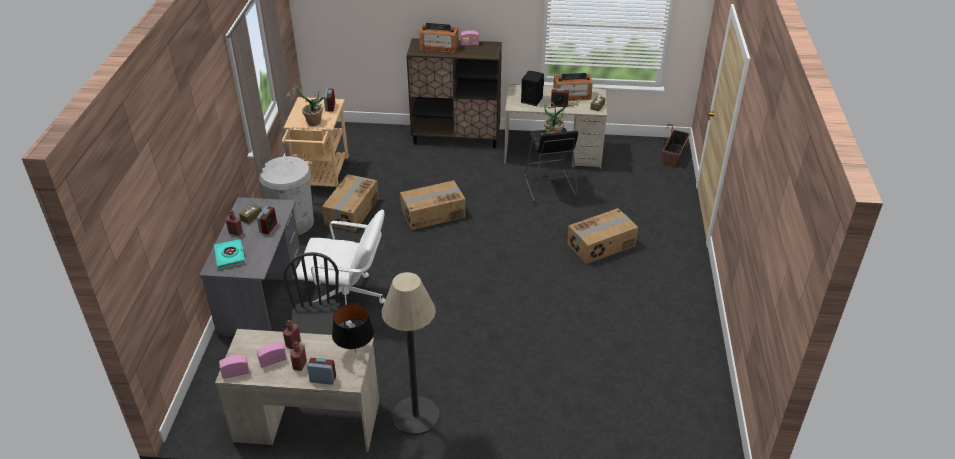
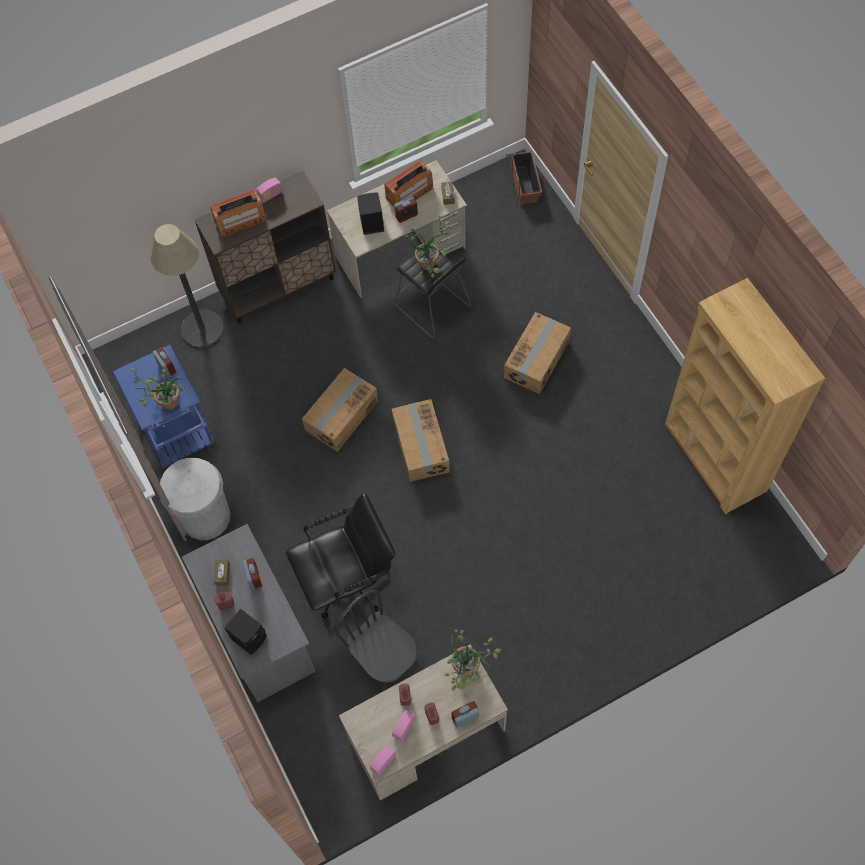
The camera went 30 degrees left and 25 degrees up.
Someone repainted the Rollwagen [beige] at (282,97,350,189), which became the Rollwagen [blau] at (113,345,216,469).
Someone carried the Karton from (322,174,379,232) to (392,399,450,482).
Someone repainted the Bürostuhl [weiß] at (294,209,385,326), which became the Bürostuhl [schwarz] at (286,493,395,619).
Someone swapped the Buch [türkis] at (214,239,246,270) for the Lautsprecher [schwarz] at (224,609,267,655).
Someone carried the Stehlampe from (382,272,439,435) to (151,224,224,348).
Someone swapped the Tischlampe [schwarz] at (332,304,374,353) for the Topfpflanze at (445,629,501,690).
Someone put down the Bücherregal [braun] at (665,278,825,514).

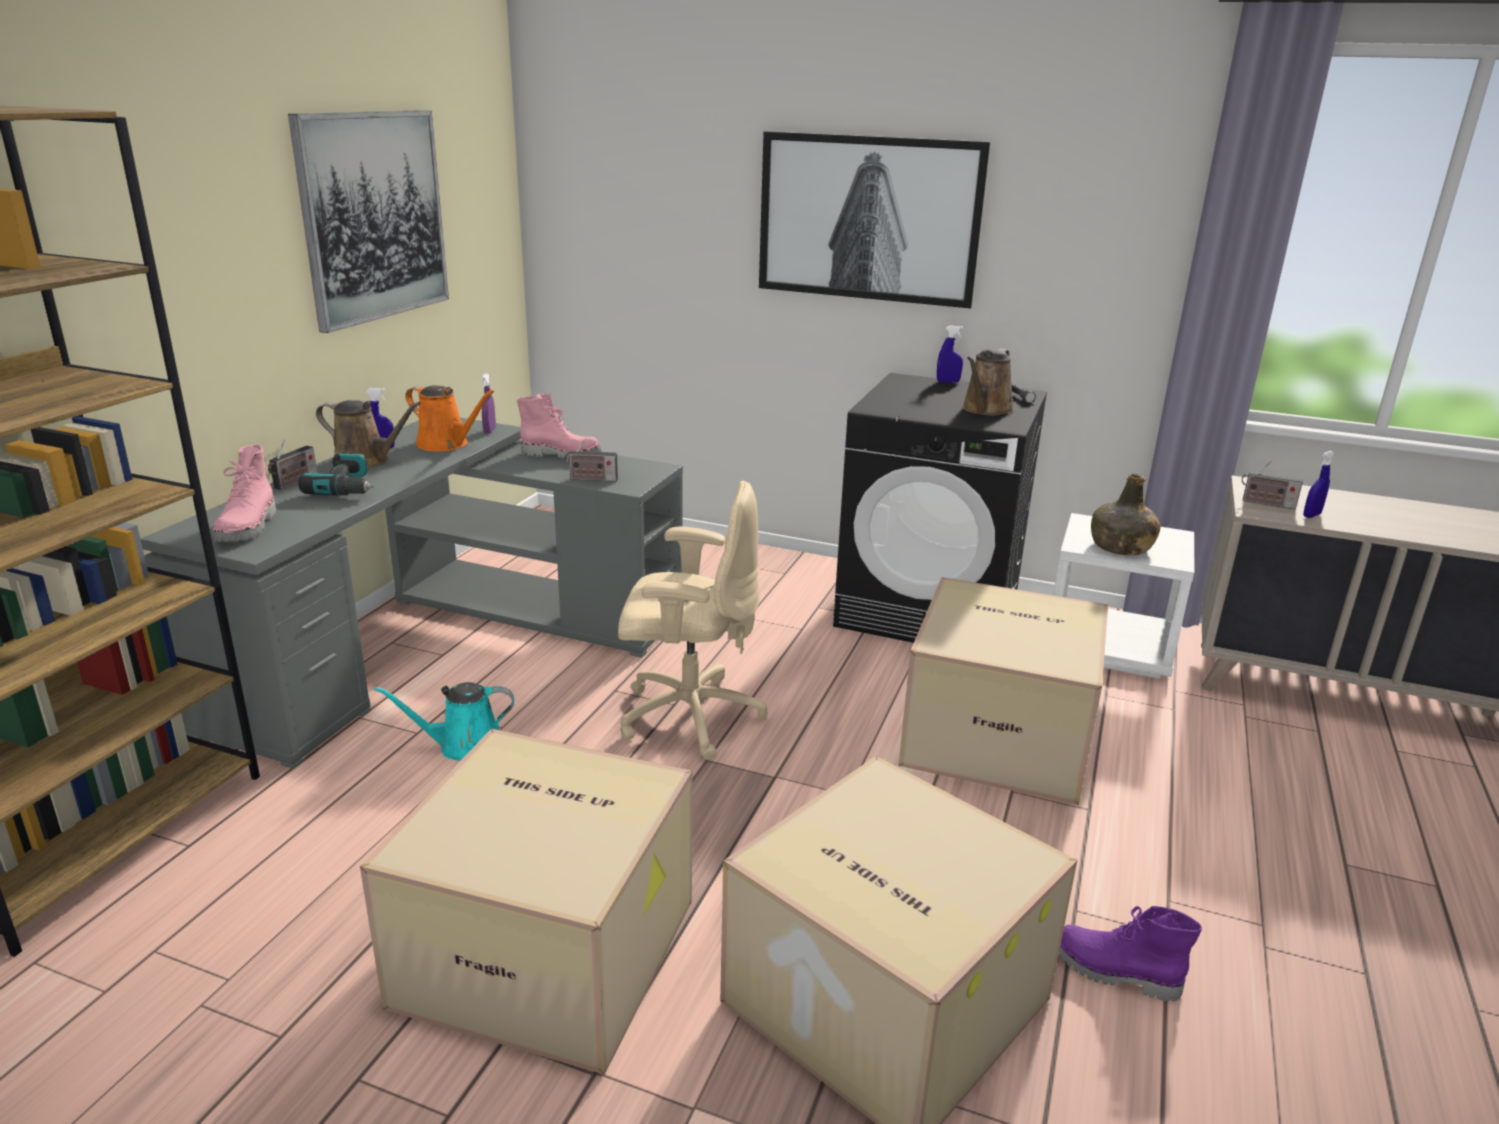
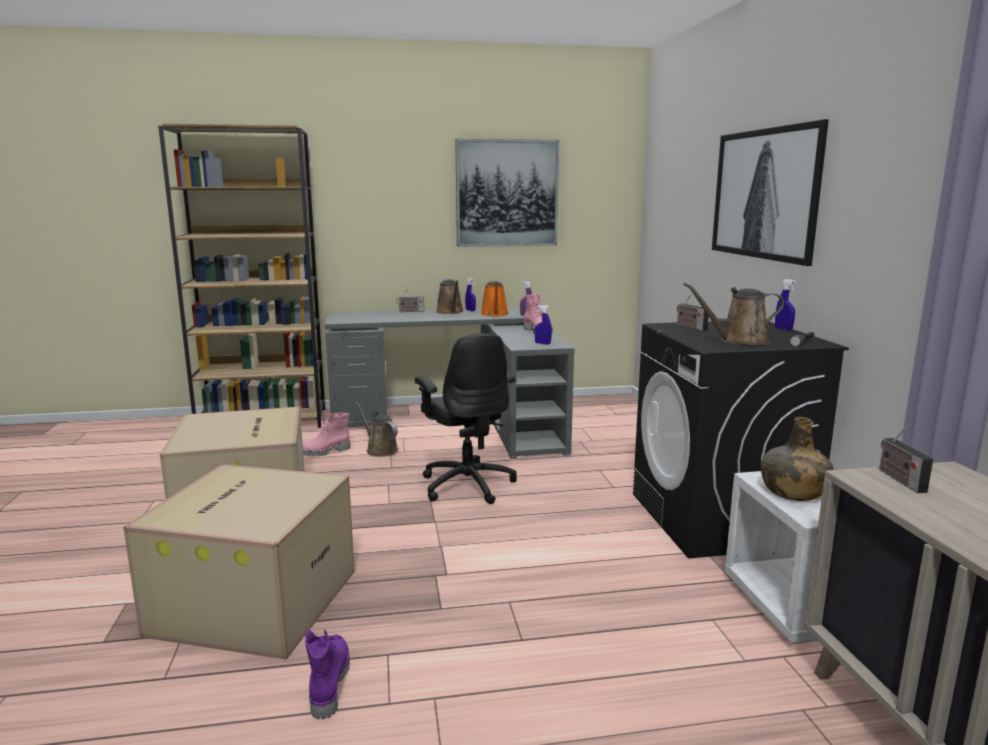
The camera went 60 degrees right and 10 degrees down.
Someone carried the Radio from (565,438,618,482) to (677,294,709,331).
Someone carried the Stiefel [rosa] from (213,444,276,542) to (303,413,350,457).
Someone carried the Sprühflasche [blau] from (1303,451,1335,518) to (535,304,552,345).
Someone took away the Bohrmaschine at (298,453,374,496).
Someone repainted the Bürostuhl [beige] at (618,481,768,760), which became the Bürostuhl [schwarz] at (415,333,517,504).
Someone took away the Karton at (898,577,1108,805).
Someone repainted the Gießkanne [türkis] at (374,682,514,761), which became the Gießkanne [braun] at (356,402,398,457).

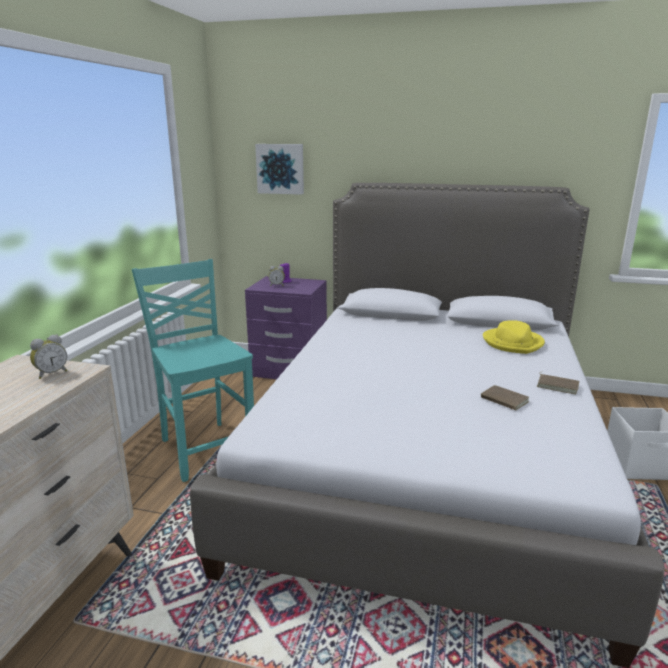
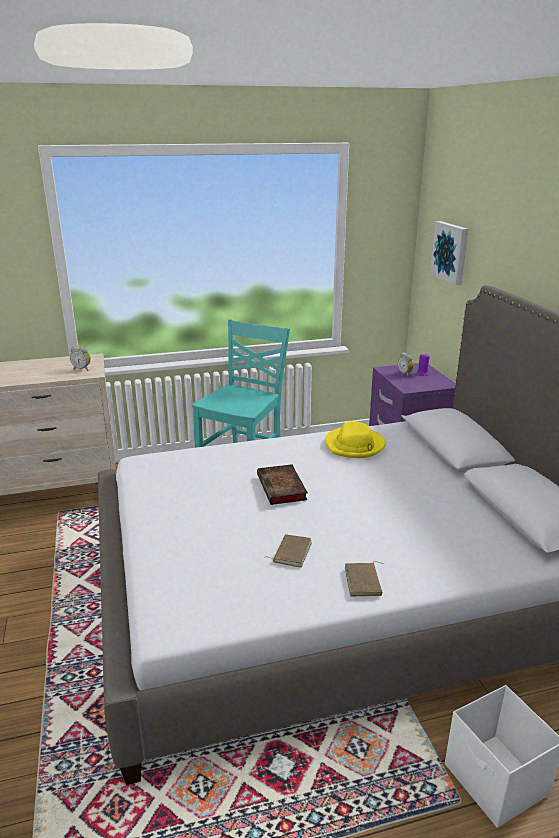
The camera went 60 degrees right and 5 degrees up.
Someone carried the Hut [gelb] from (483,320,545,354) to (325,421,386,458).
Someone put down the Buch at (257,464,308,505).

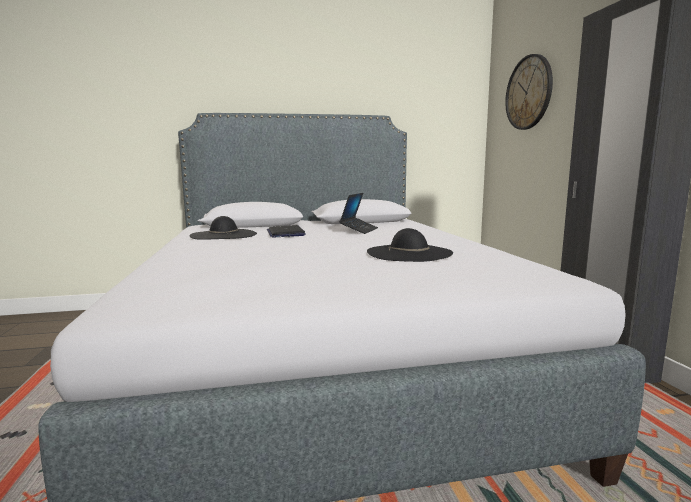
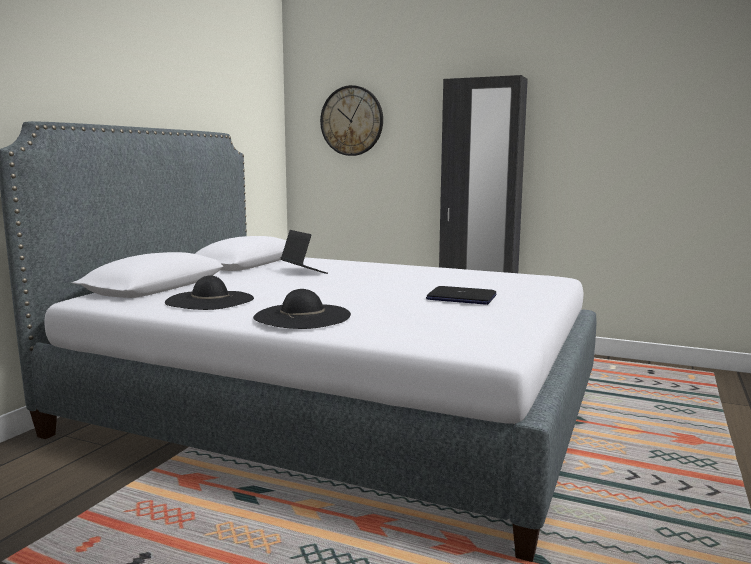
The camera went 55 degrees left and 0 degrees up.
Someone carried the Laptop from (267,225,306,238) to (426,286,496,305).
Someone carried the Hut [schwarz] from (367,228,453,262) to (253,289,351,329).

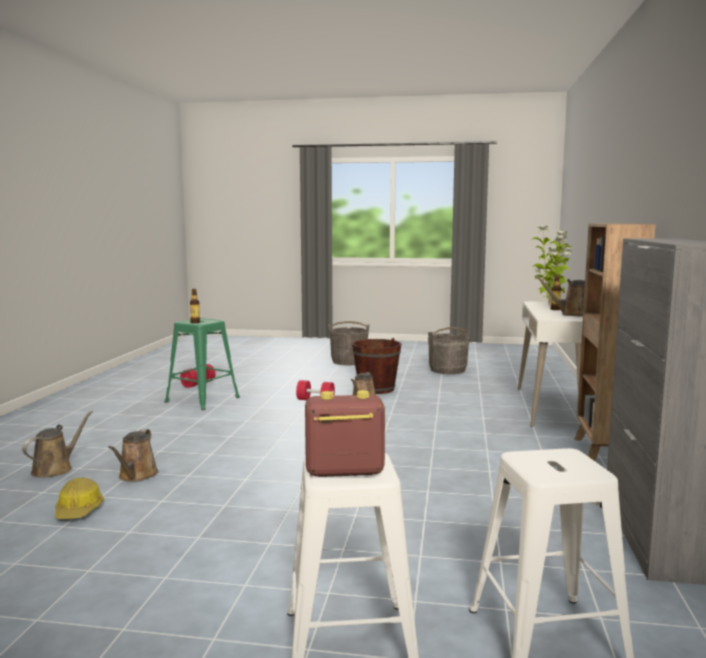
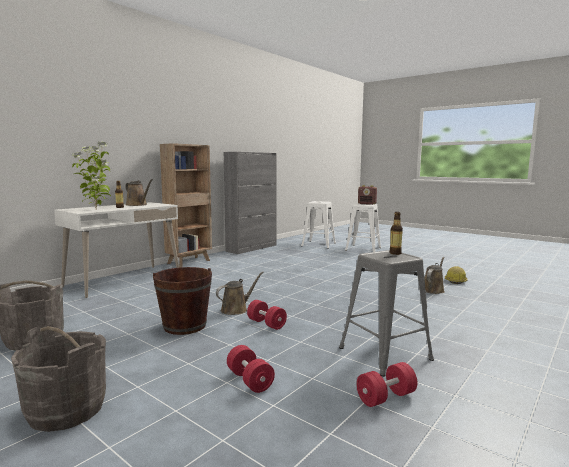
The camera went 150 degrees left and 0 degrees up.
Someone repainted the Hocker [grün] at (165,318,240,410), which became the Hocker [grau] at (339,250,434,377).
Someone took away the Gießkanne [braun] at (22,411,93,478).
Someone put down the Hantel [rot] at (227,345,275,393).

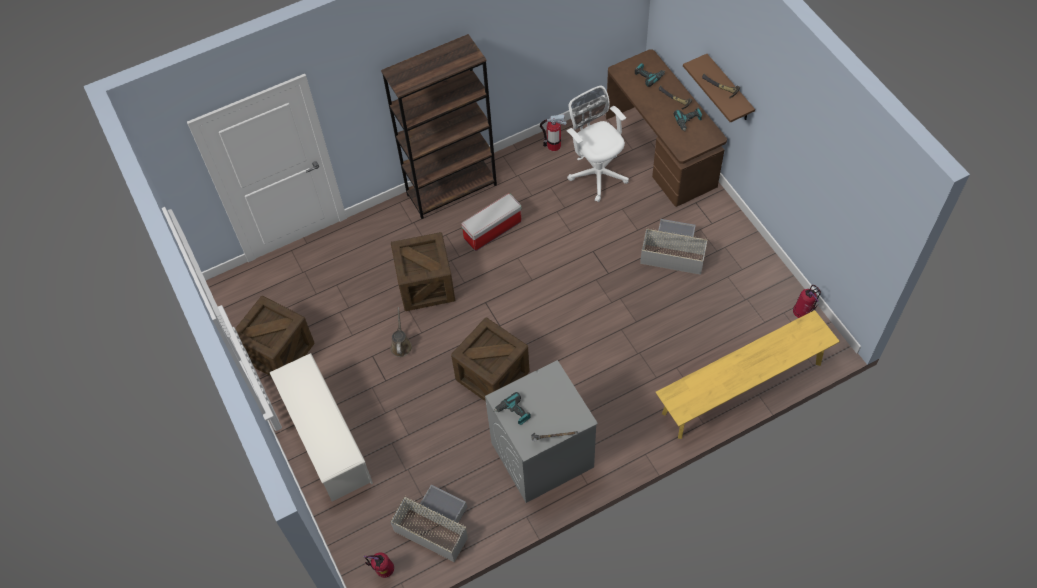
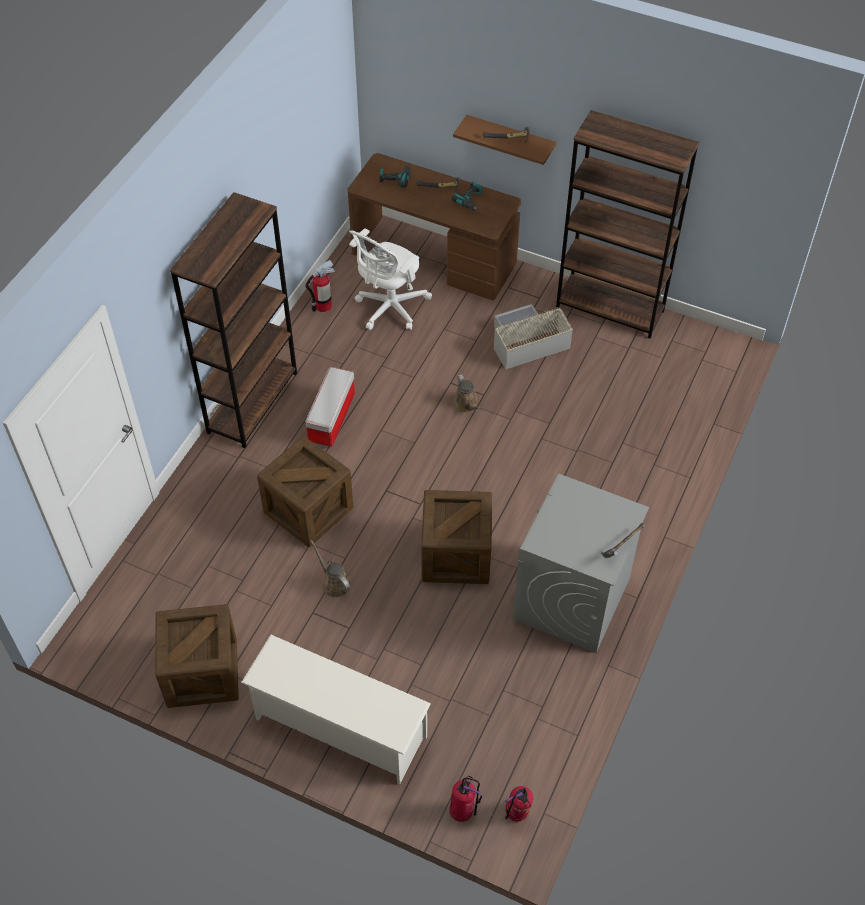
The camera went 40 degrees left and 5 degrees down.
Someone rotated the Bürostuhl [weiß] at (567,86,629,202) by 75 degrees counterclockwise.
Someone carried the Feuerlöscher from (793,285,821,318) to (449,775,482,822).
Someone took away the Bank [gelb] at (656,310,840,439).
Someone took away the Bohrmaschine at (493,392,531,425).
Someone took away the Aufbewahrungsbox [grau] at (390,485,468,562).
Someone put down the Bücherregal [braun] at (556,110,699,339).
Someone put down the Gießkanne [braun] at (453,374,480,413).

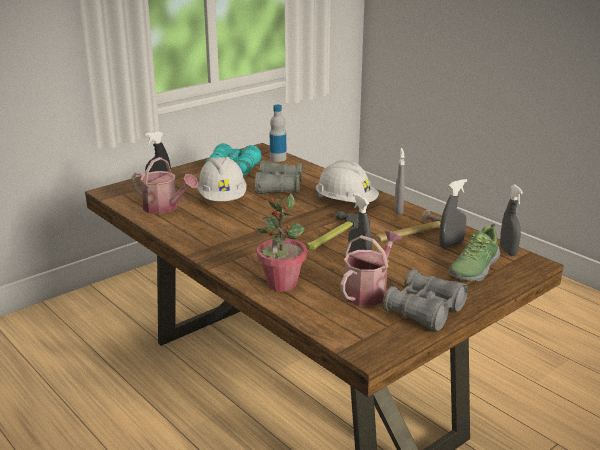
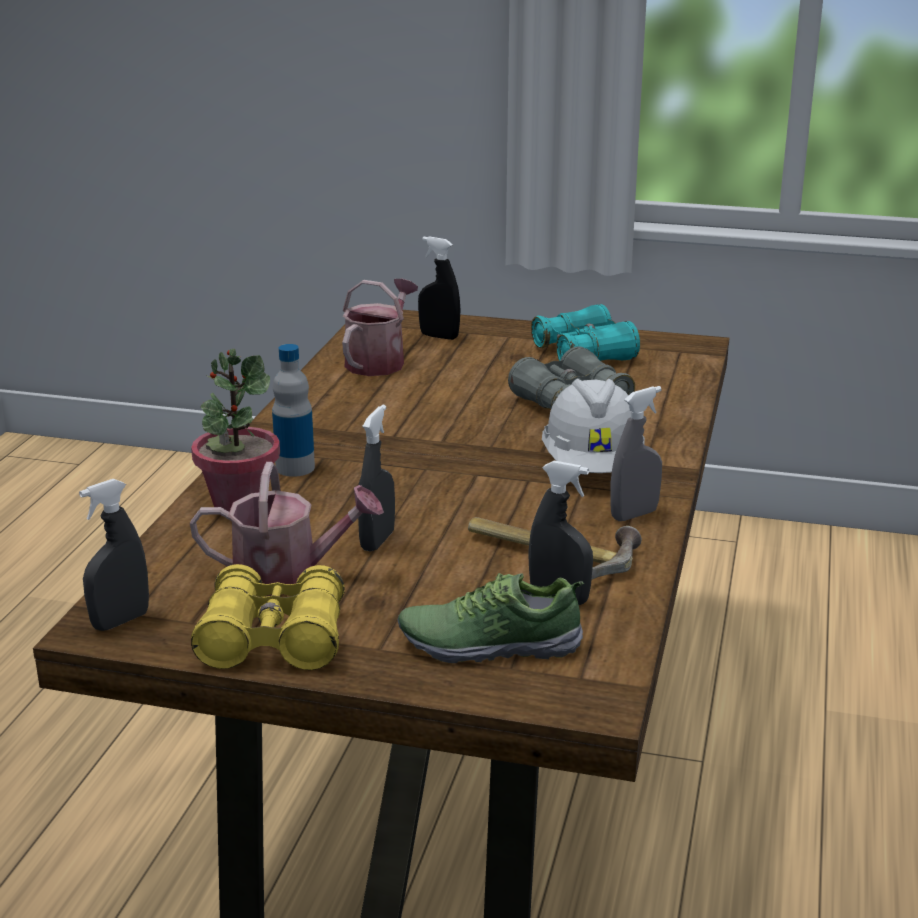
The camera went 55 degrees right and 0 degrees up.
Someone carried the Flasche from (270,105,286,162) to (272,344,315,477).
Someone rotated the Gießkanne at (131,157,198,214) by 150 degrees counterclockwise.
Someone took away the Schutzhelm [weiß] at (197,157,247,201).
Someone carried the Sprühflasche [grau] from (500,184,523,256) to (79,479,149,631).
Someone took away the Hammer at (306,211,370,250).
Someone repainted the Fernglas [grau] at (383,269,468,331), which became the Fernglas [gelb] at (191,564,345,670).

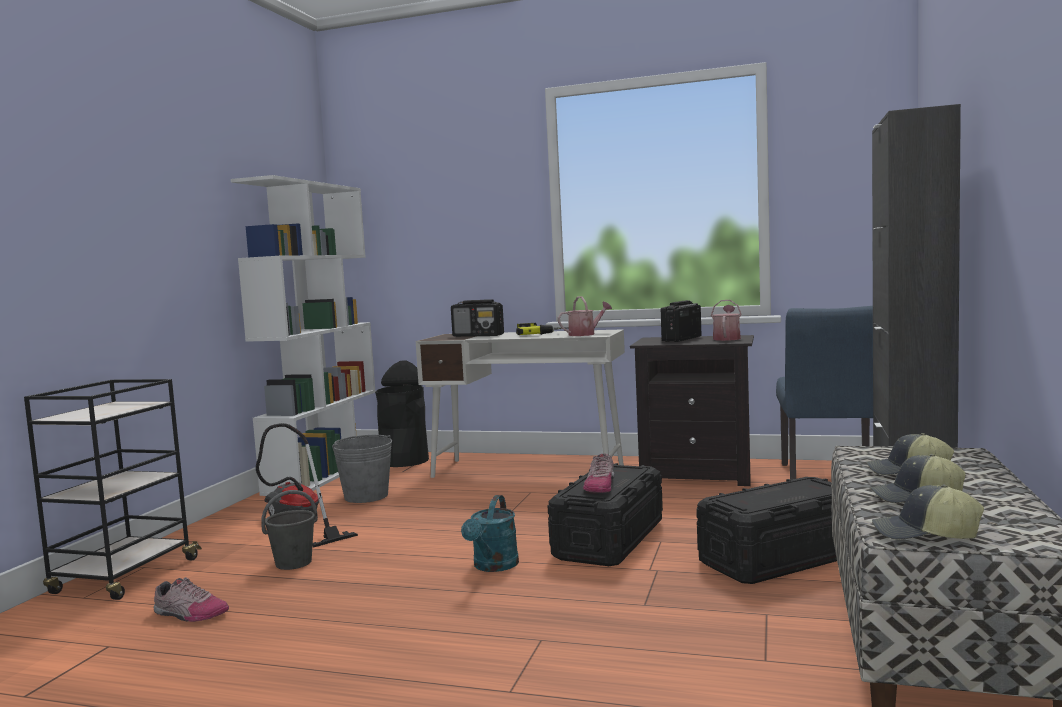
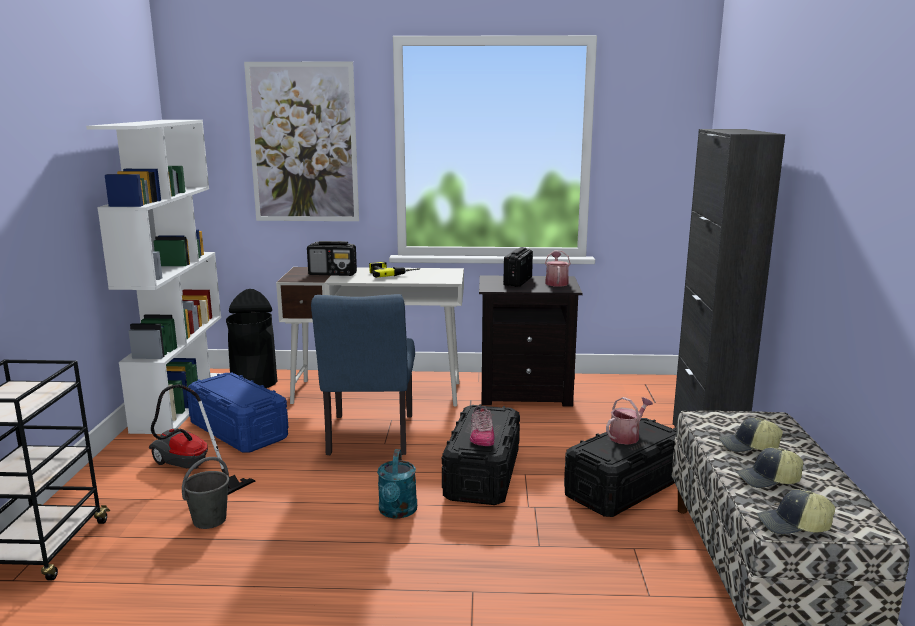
The camera went 15 degrees left and 10 degrees up.
Someone carried the Gießkanne from (558,297,612,336) to (606,397,653,445).
Someone carried the Stuhl [blau] from (776,306,873,480) to (311,294,415,455).
Someone swapped the Eimer [grau] at (332,435,392,503) for the Aufbewahrungsbox [blau] at (187,373,288,453).
Someone took away the Schuh at (153,577,229,622).
Someone put up the Bild at (244,62,359,221).

